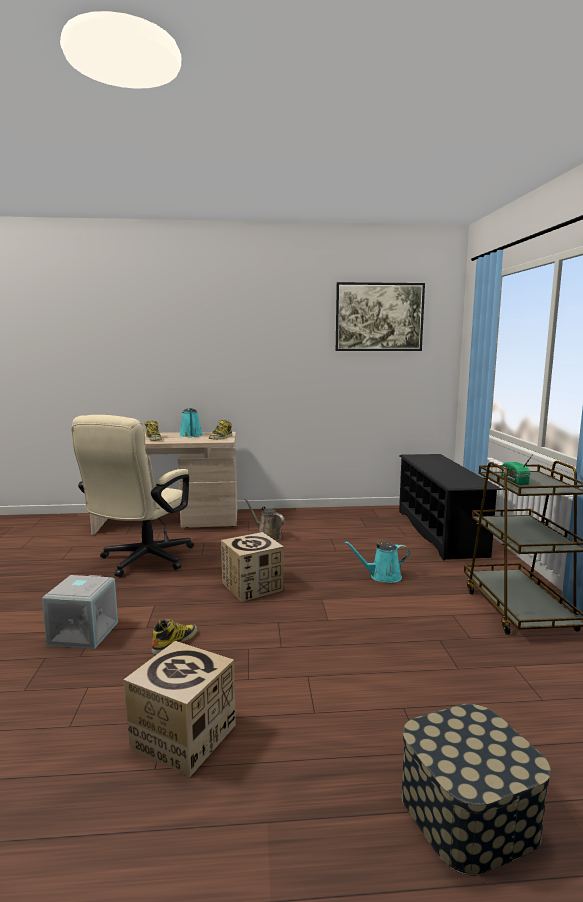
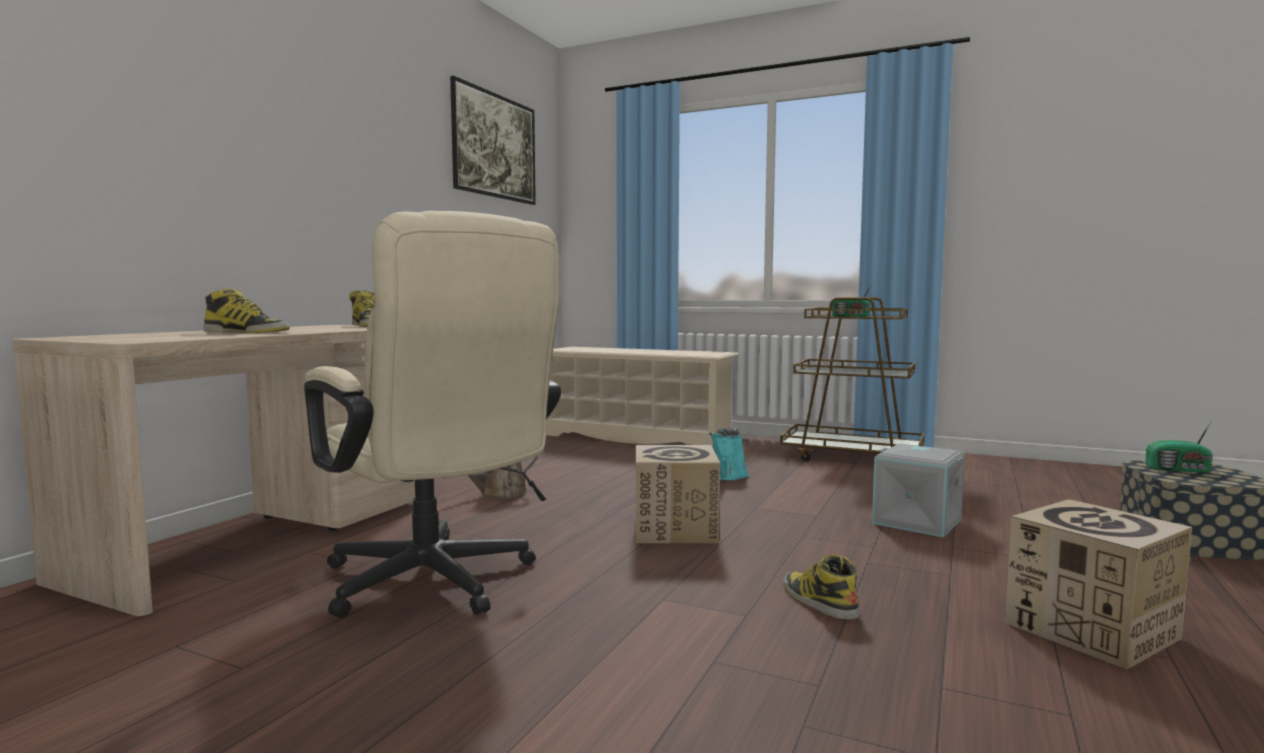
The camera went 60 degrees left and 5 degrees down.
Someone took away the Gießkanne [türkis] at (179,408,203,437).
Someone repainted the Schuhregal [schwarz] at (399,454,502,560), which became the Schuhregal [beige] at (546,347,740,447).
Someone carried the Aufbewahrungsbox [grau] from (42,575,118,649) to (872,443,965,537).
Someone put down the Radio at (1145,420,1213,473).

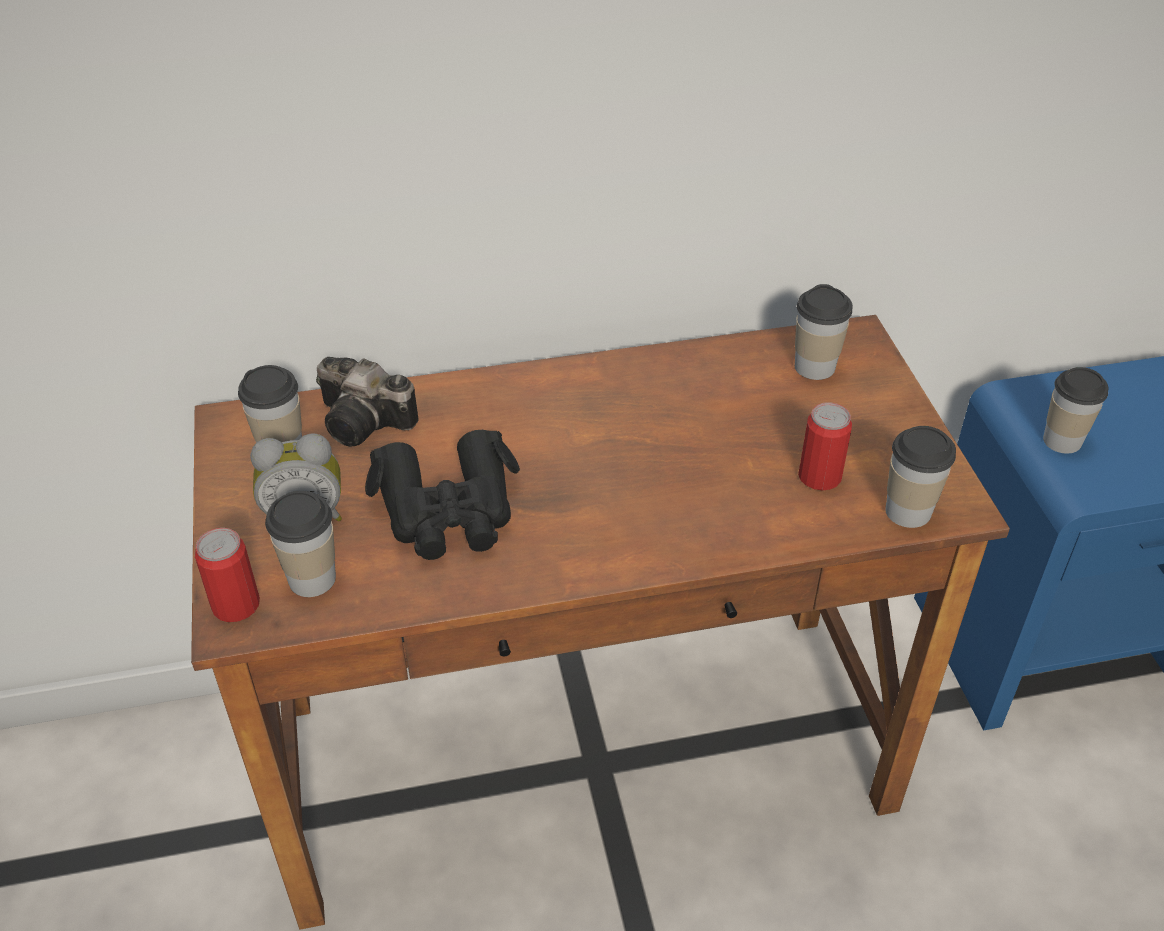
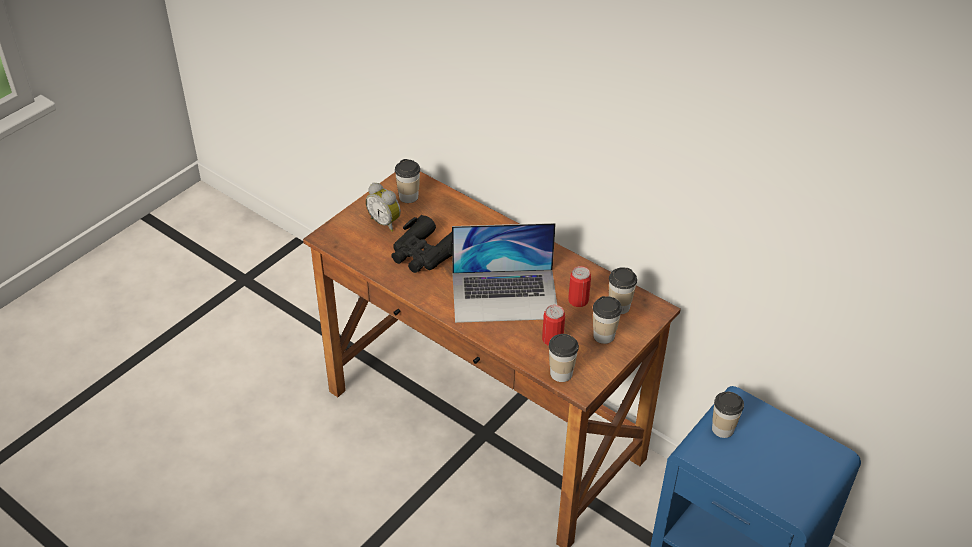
The camera went 50 degrees right and 0 degrees up.
Someone took away the Kamera at (316,357,419,446).
Someone carried the Tasse from (265,491,336,597) to (593,296,622,344).
Someone carried the Dose from (195,528,260,622) to (568,266,591,307).
Someone put down the Laptop at (452,223,557,323).

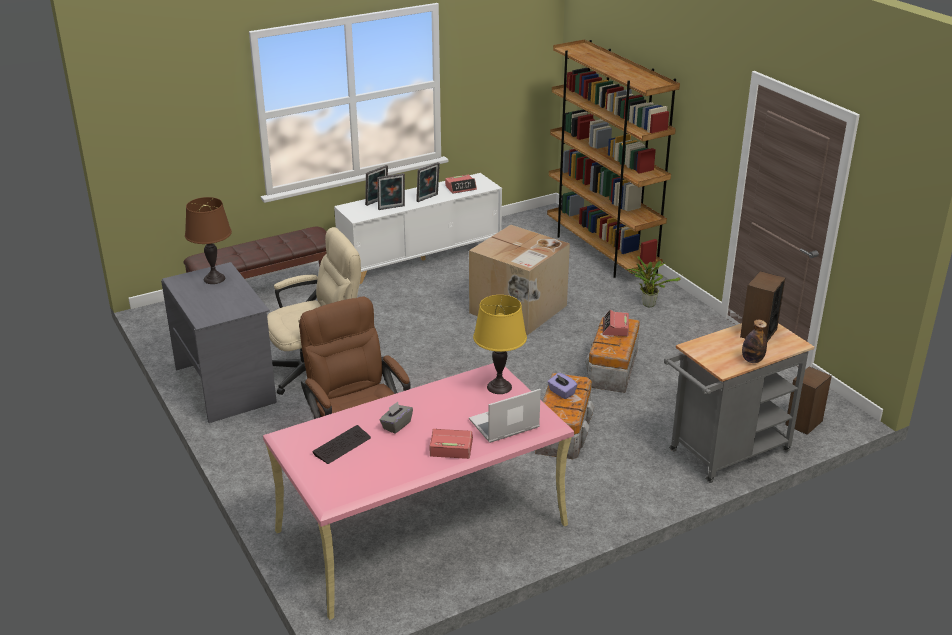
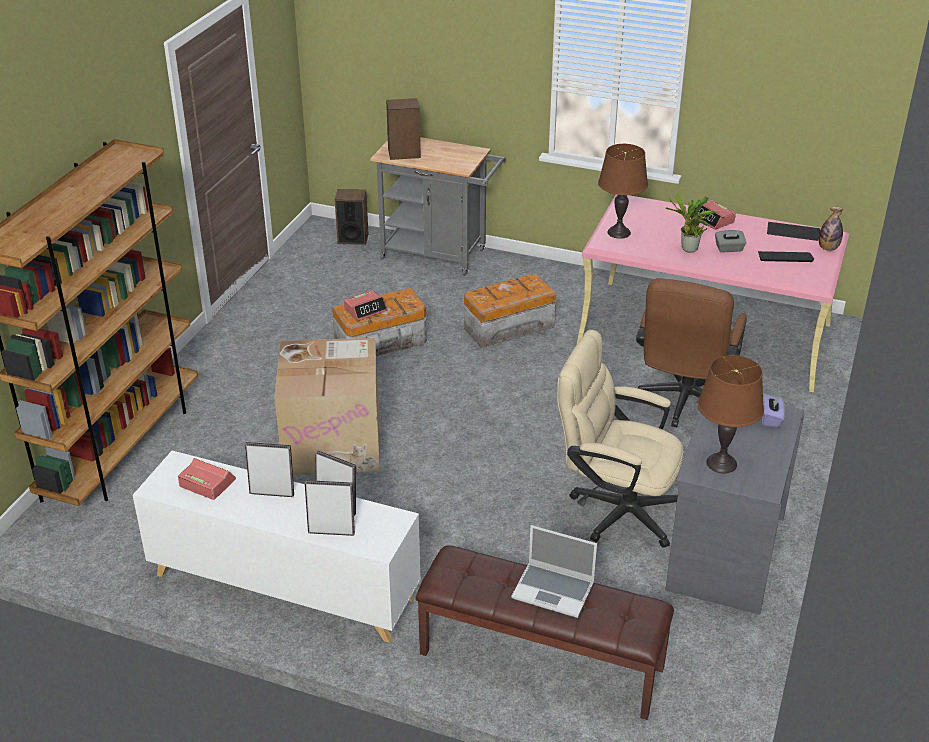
The camera went 130 degrees left and 5 degrees up.
Someone carried the Topfpflanze from (627,256,681,307) to (666,194,717,253).
Someone repainted the Tischlampe [gelb] at (473,295,527,394), which became the Tischlampe [braun] at (598,144,648,239).
Someone carried the Flasche from (742,320,767,363) to (818,206,843,251).
Someone carried the Taschentuchbox [lila] from (548,373,577,399) to (761,393,785,428).
Someone carried the Laptop from (469,389,541,443) to (511,525,597,618).
Someone put down the Tastatur at (767,222,820,241).

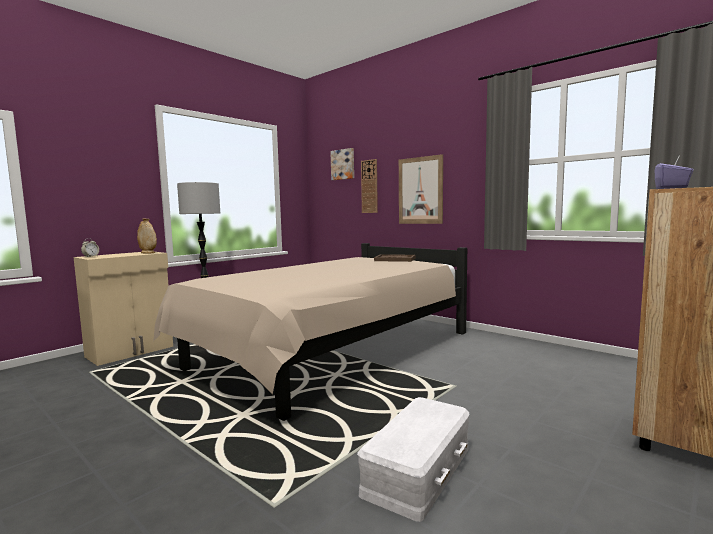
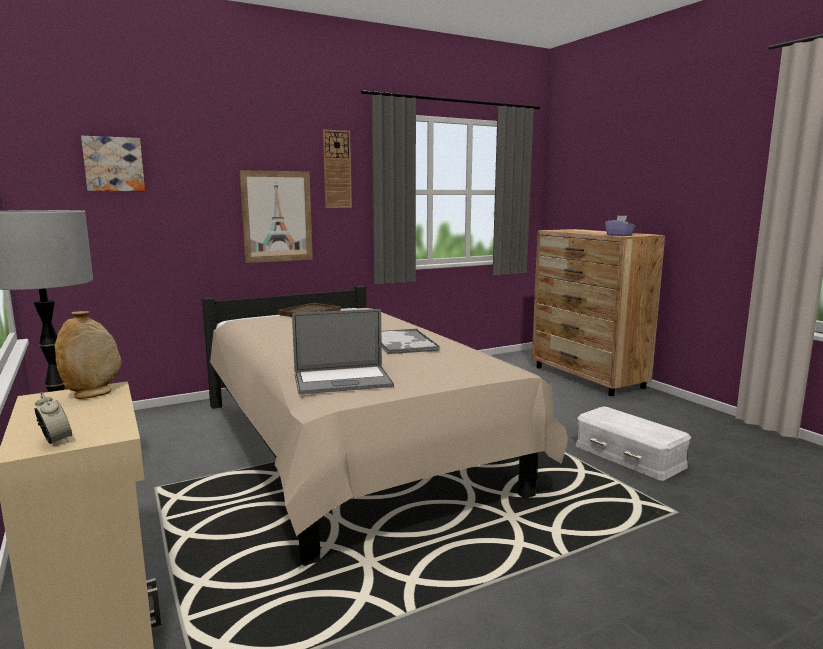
The camera went 70 degrees left and 5 degrees up.
Someone carried the Wanduhr from (361,159,378,213) to (323,129,352,208).
Someone put down the Laptop at (292,309,394,394).
Someone put down the Tablett at (381,329,440,354).

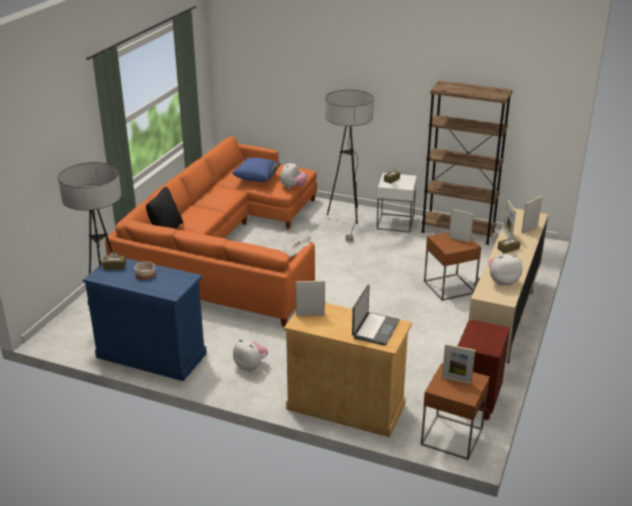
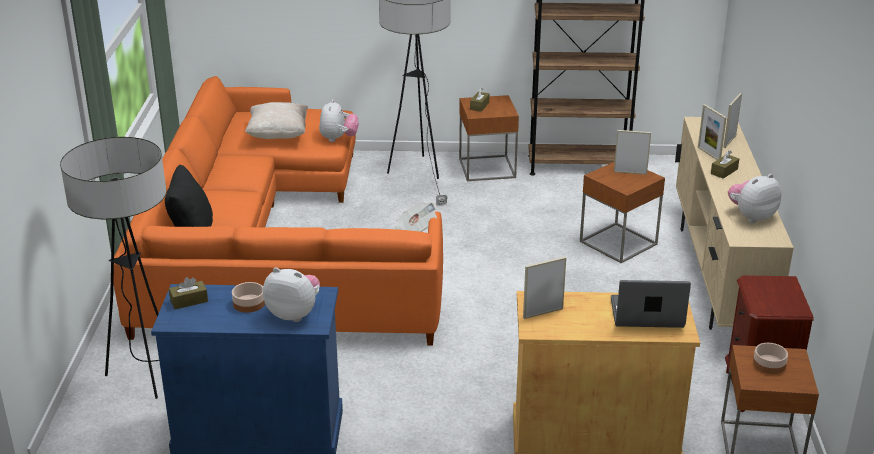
The camera went 20 degrees left and 0 degrees up.
Someone repainted the Kissen [blau] at (232,157,281,182), which became the Kissen [beige] at (245,102,308,139).
Someone repainted the Beistelltisch [weiß] at (376,173,417,233), which became the Beistelltisch [braun] at (459,95,519,181).
Someone rotated the Laptop at (352,284,400,346) by 90 degrees counterclockwise.
Someone carried the Plüschtier from (233,339,268,372) to (263,268,320,322).
Someone swapped the Bilderrahmen at (442,344,475,384) for the Schüssel at (753,343,788,374).

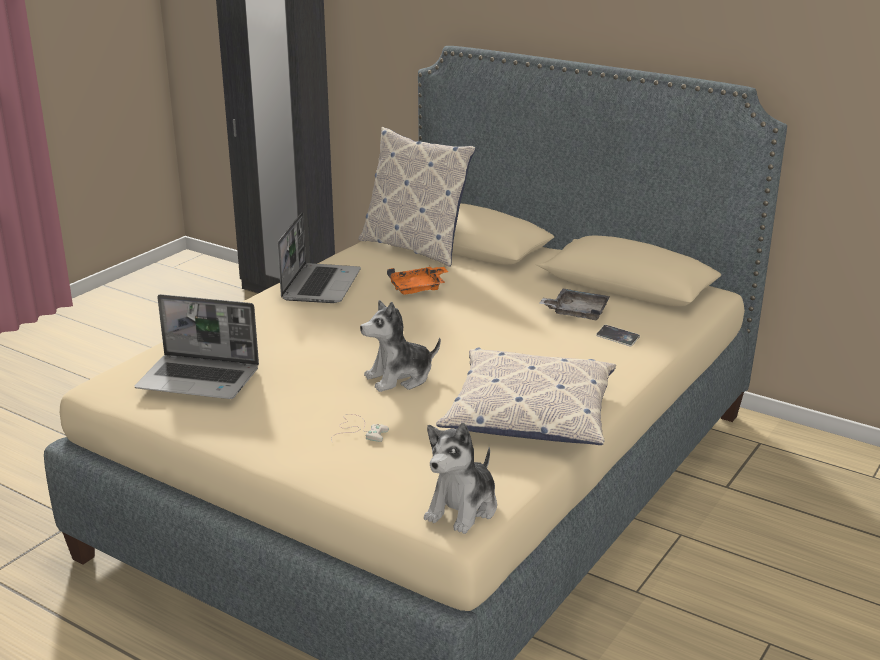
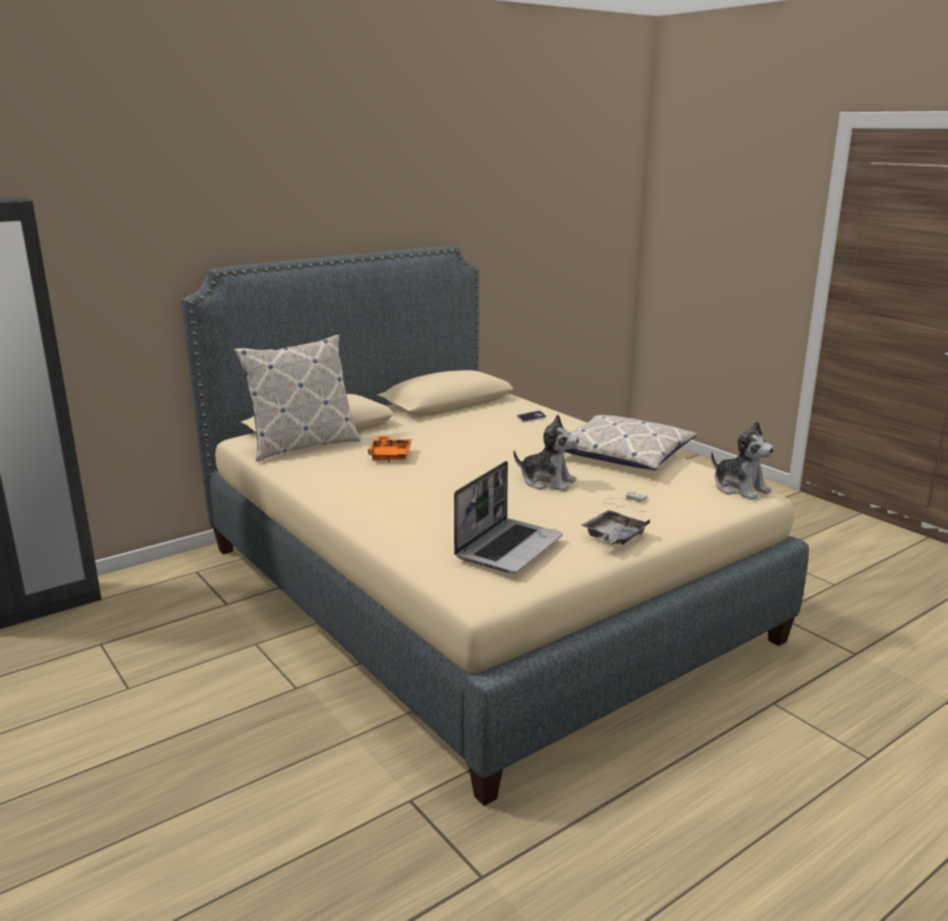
The camera went 70 degrees left and 5 degrees down.
Someone took away the Laptop at (278,212,361,303).
Someone carried the Tablett [grau] from (539,288,610,320) to (581,510,650,545).
Someone rotated the Plüschtier at (360,300,441,392) by 60 degrees counterclockwise.

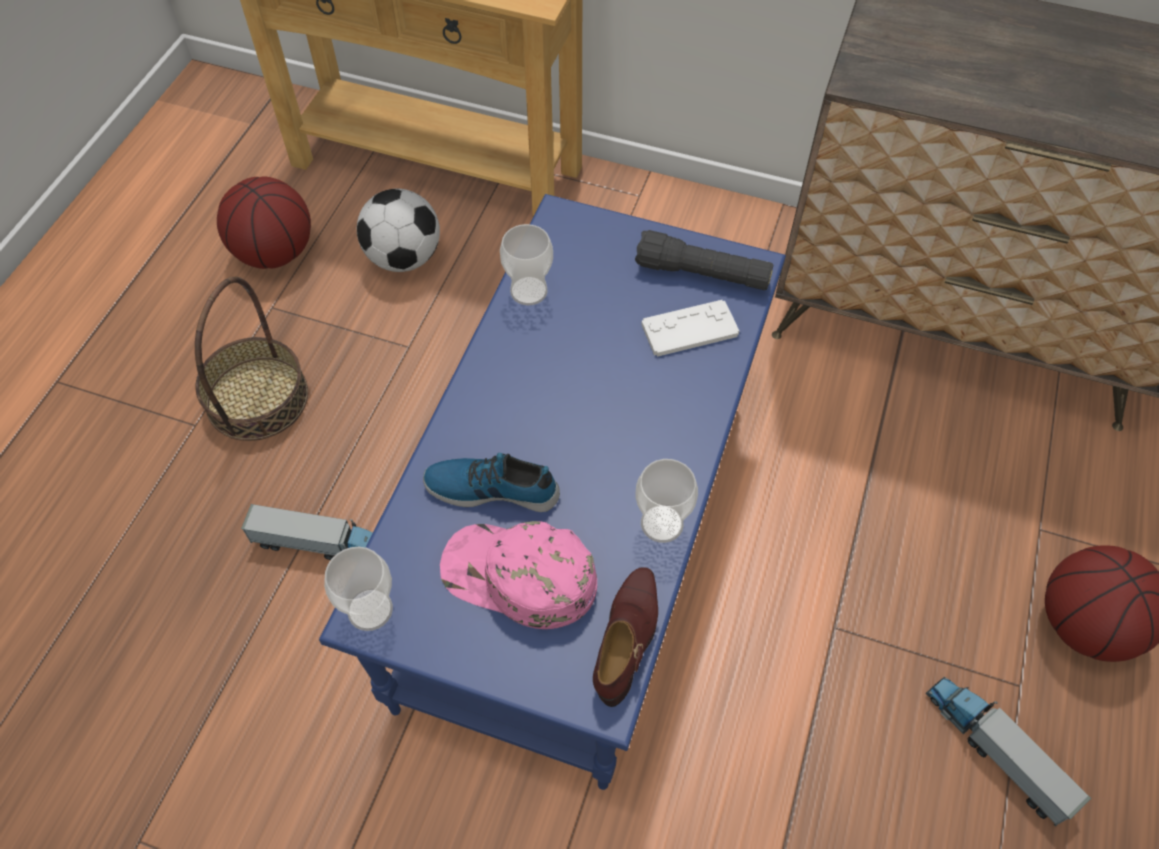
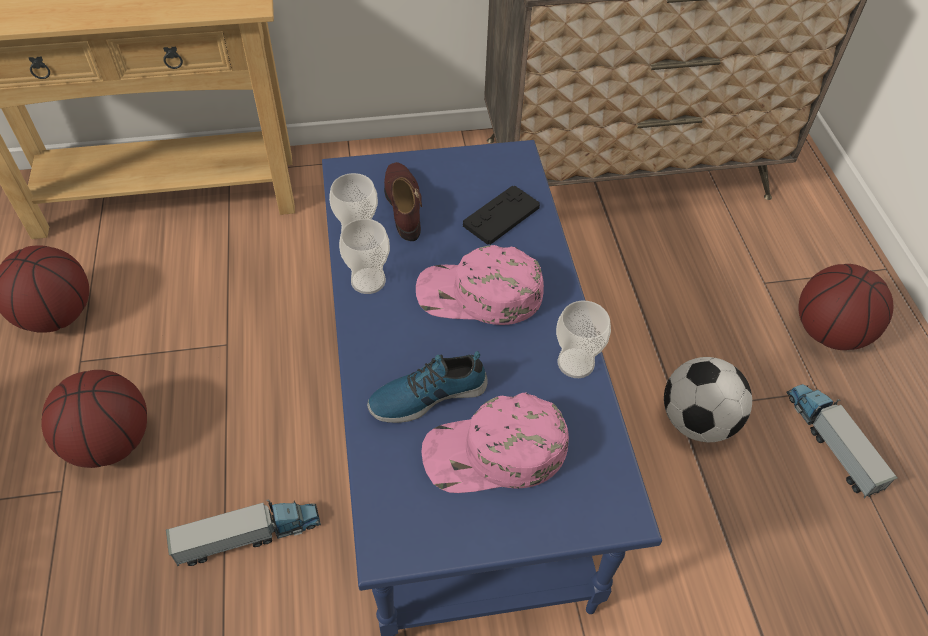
The camera went 30 degrees left and 5 degrees down.
Someone carried the Fußball from (357,189,440,272) to (664,357,752,442).
Someone took away the Taschenlampe [schwarz] at (635,230,773,290).
Someone swapped the Korb at (195,277,308,441) for the Basketball at (41,370,147,468).
Someone repainted the Gamepad [weiß] at (641,300,739,357), which became the Gamepad [schwarz] at (463,186,540,245).
Someone carried the Tasse from (324,547,393,631) to (339,219,390,294).
Someone carried the Schuh [braun] from (593,567,658,707) to (384,162,422,241).
Someone rotated the Spielzeuglaster at (926,677,1091,827) by 45 degrees clockwise.
Someone put down the Kappe [rosa] at (416,245,544,325).

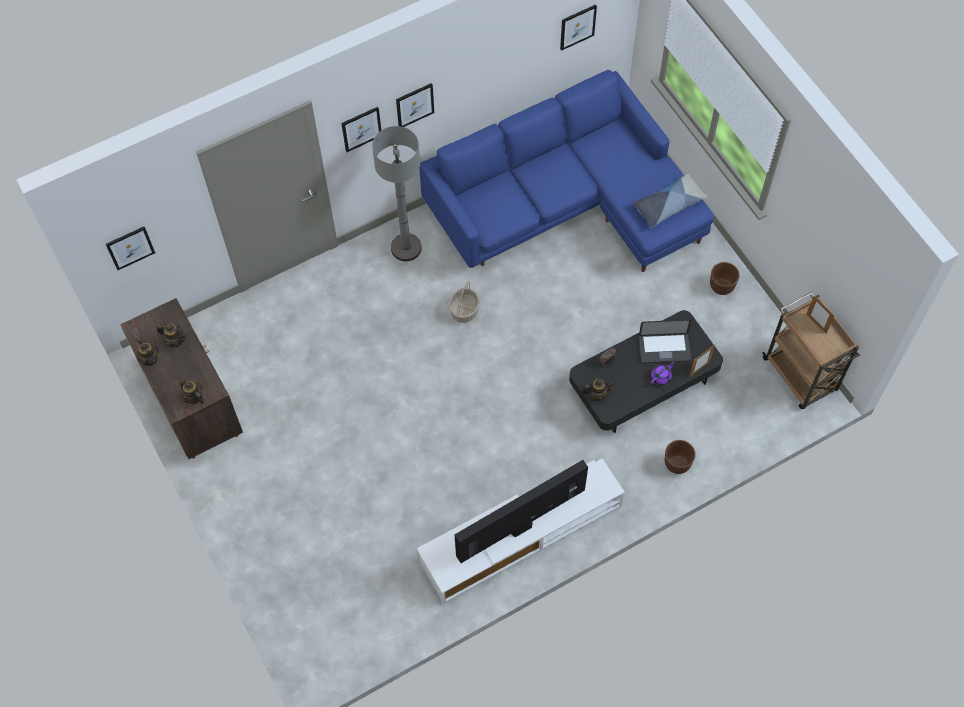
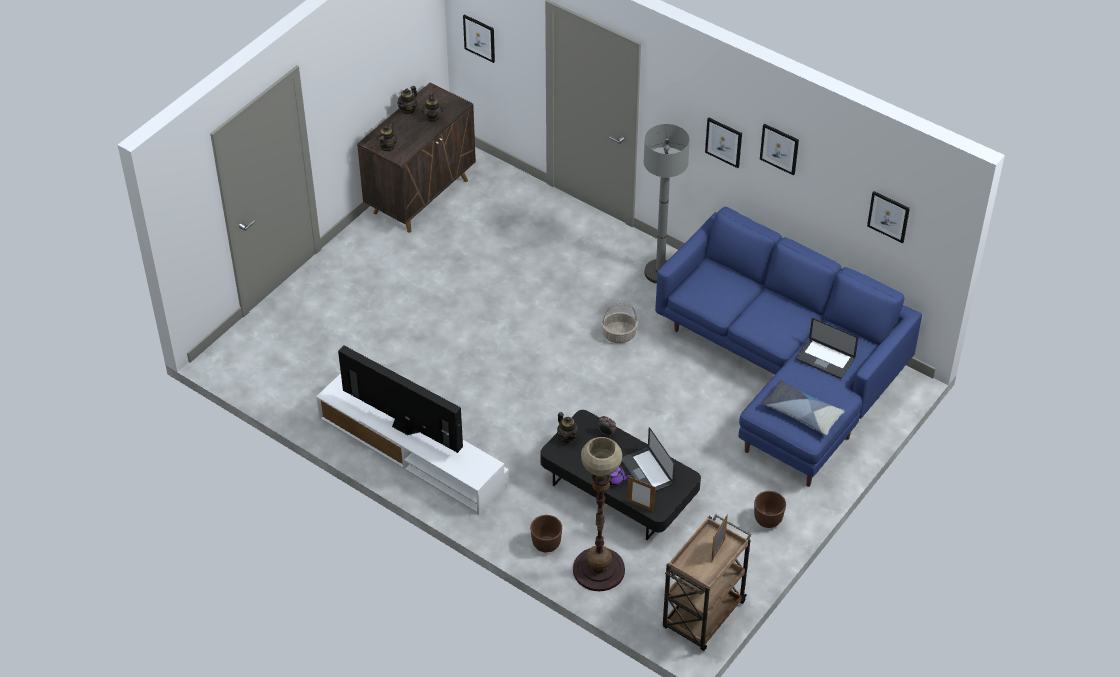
The camera went 65 degrees right and 15 degrees down.
Someone carried the Bild from (341,107,381,152) to (760,124,799,176).
Someone put down the Laptop at (796,318,858,379).
Someone put down the Stehlampe at (573,437,625,591).

